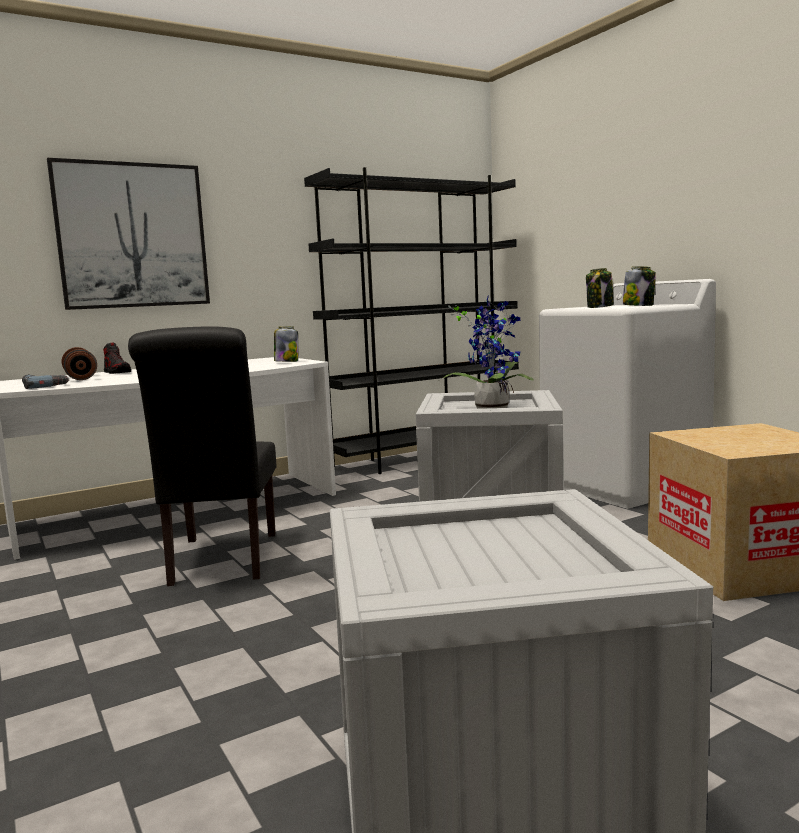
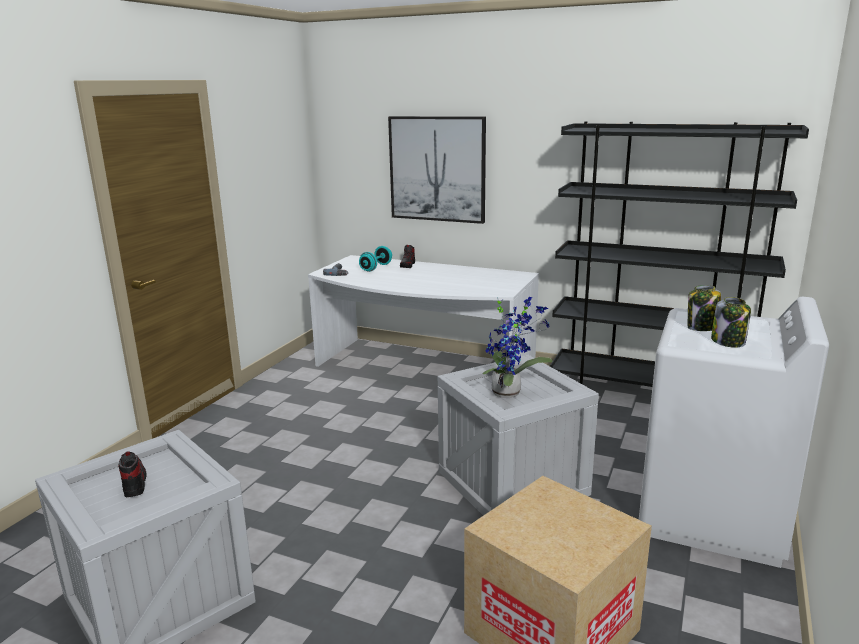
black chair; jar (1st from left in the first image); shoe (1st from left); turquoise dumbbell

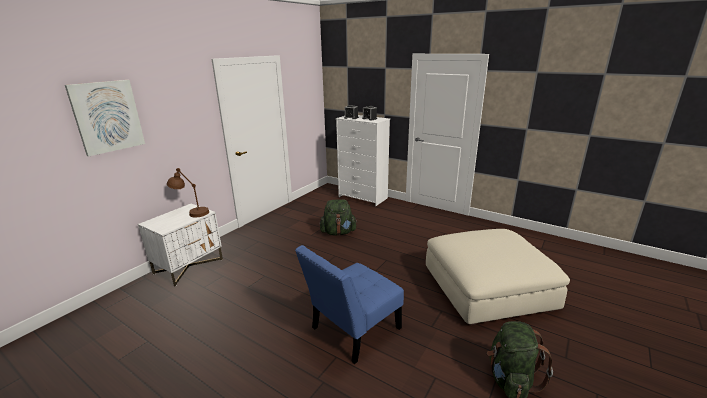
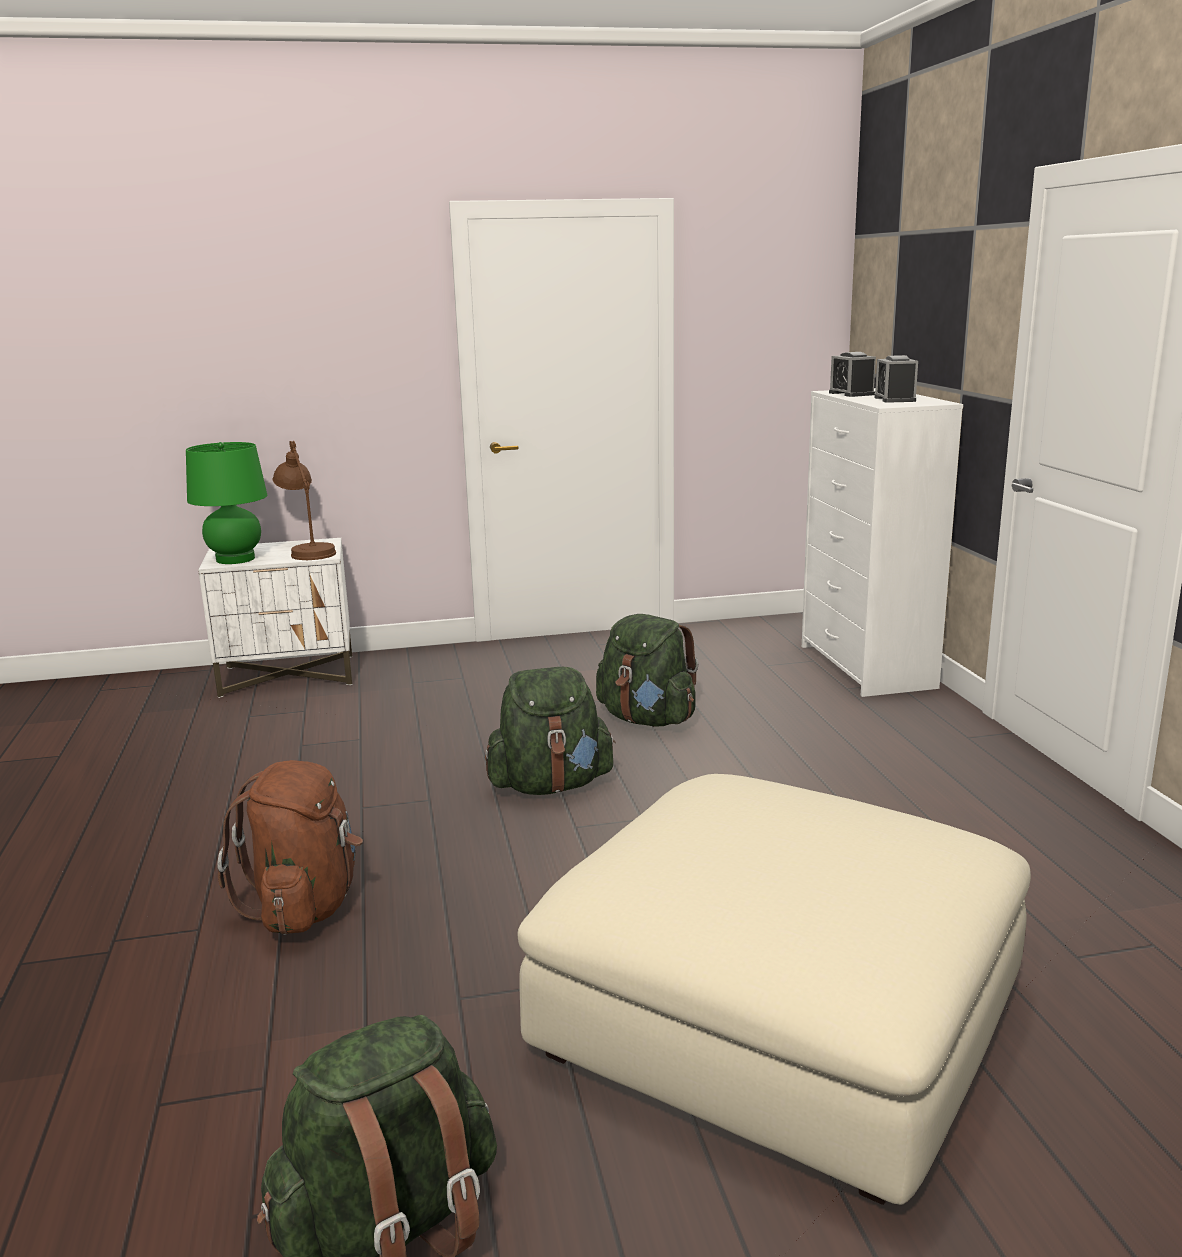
picture; green table lamp; green backpack (2nd from left); brown backpack

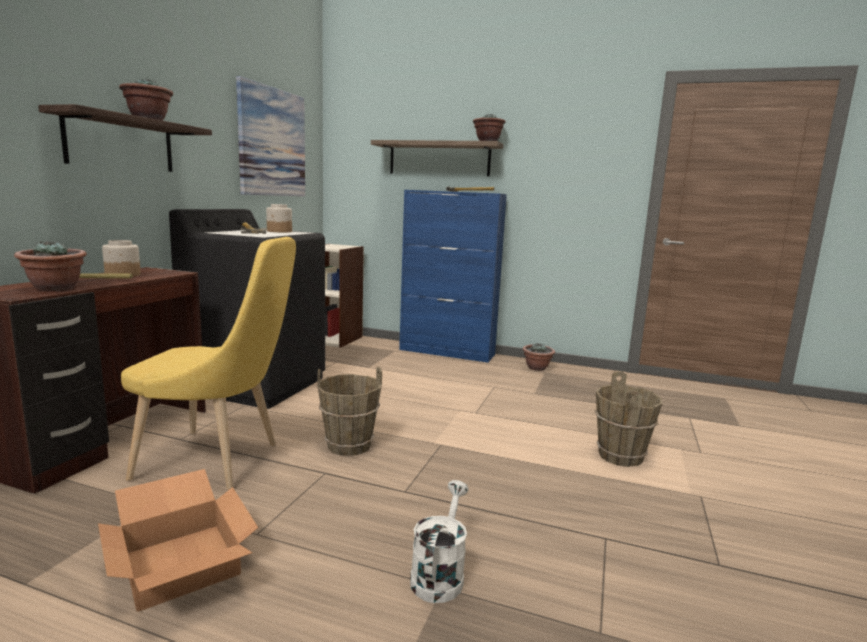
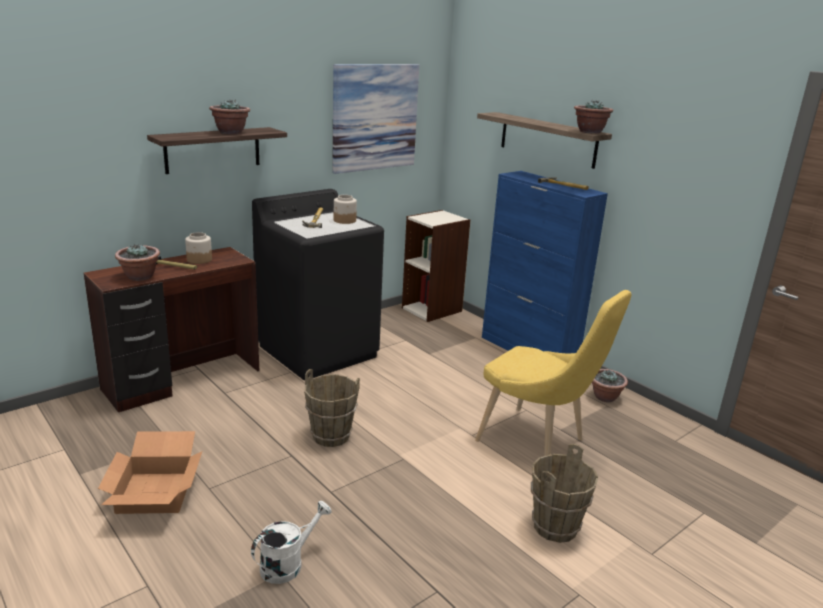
yellow chair

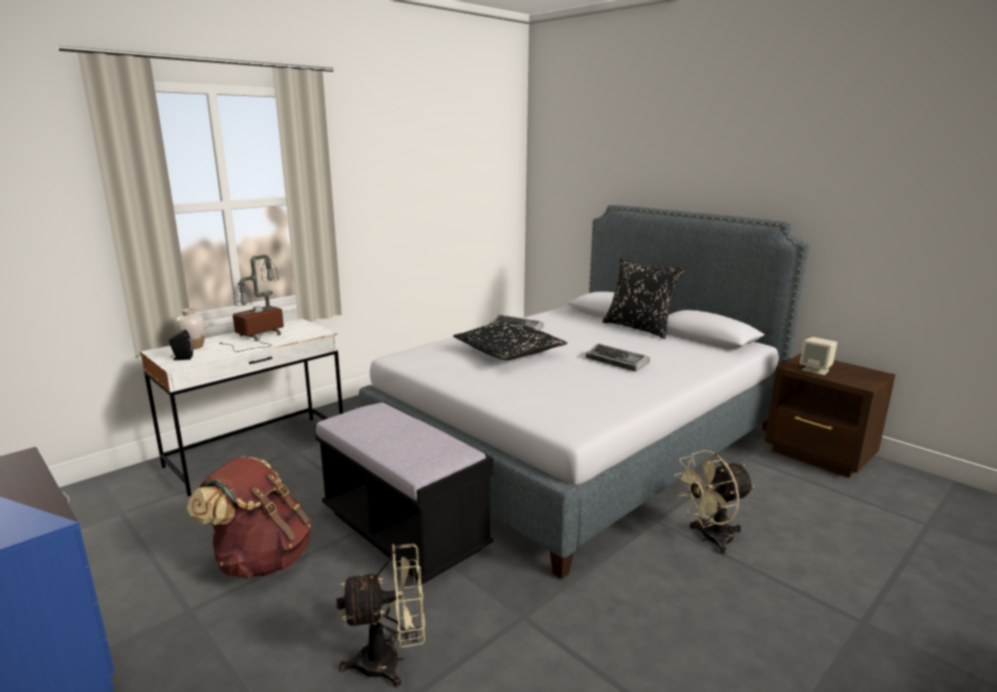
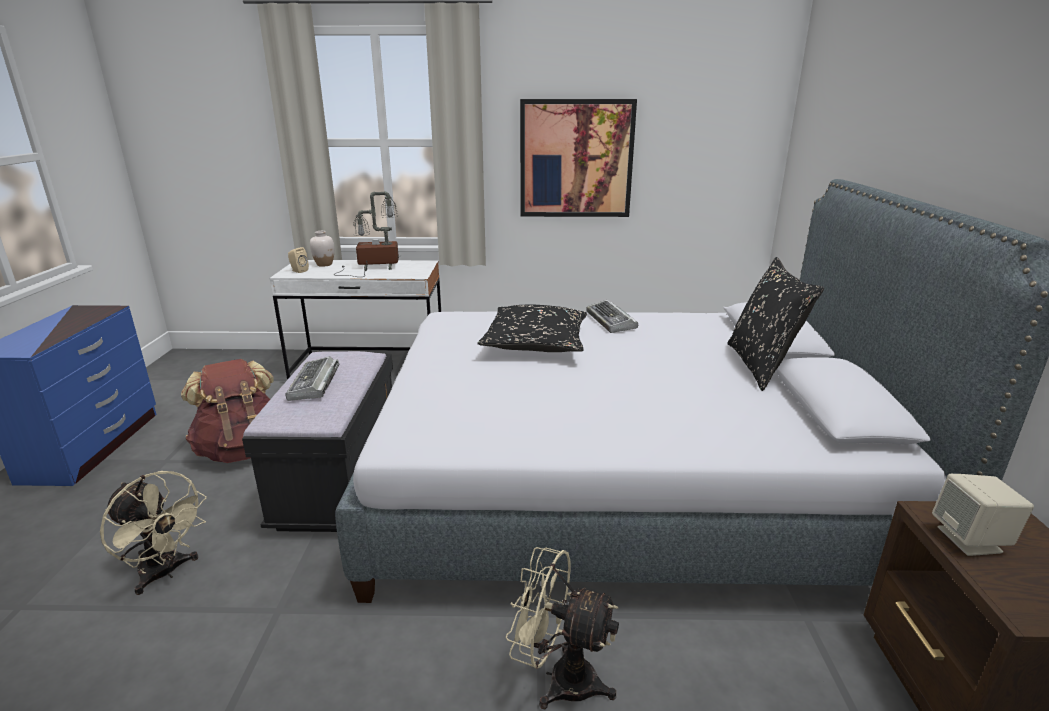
picture; keyboard (1st from left); beige speaker (1st from left)

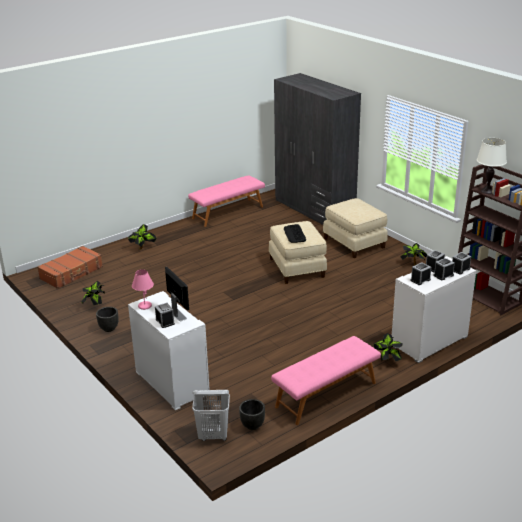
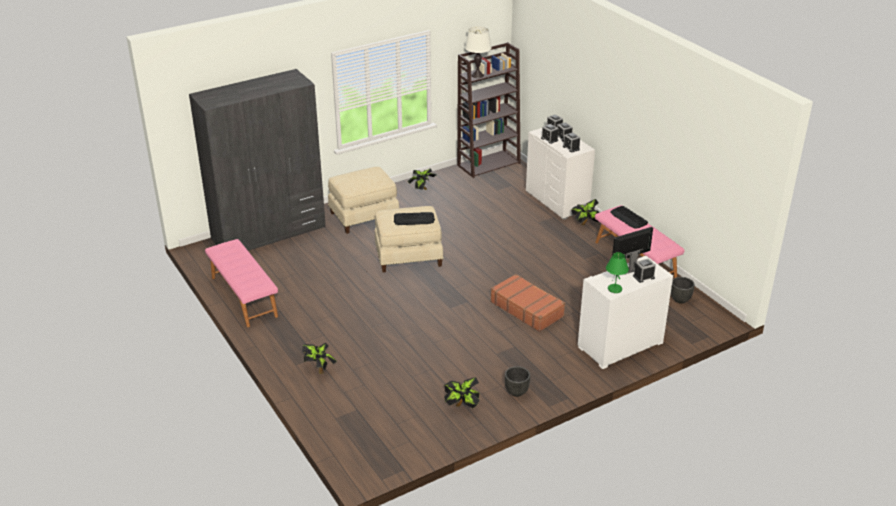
white laundry basket; keyboard (2nd from left); brown suitcase; green table lamp

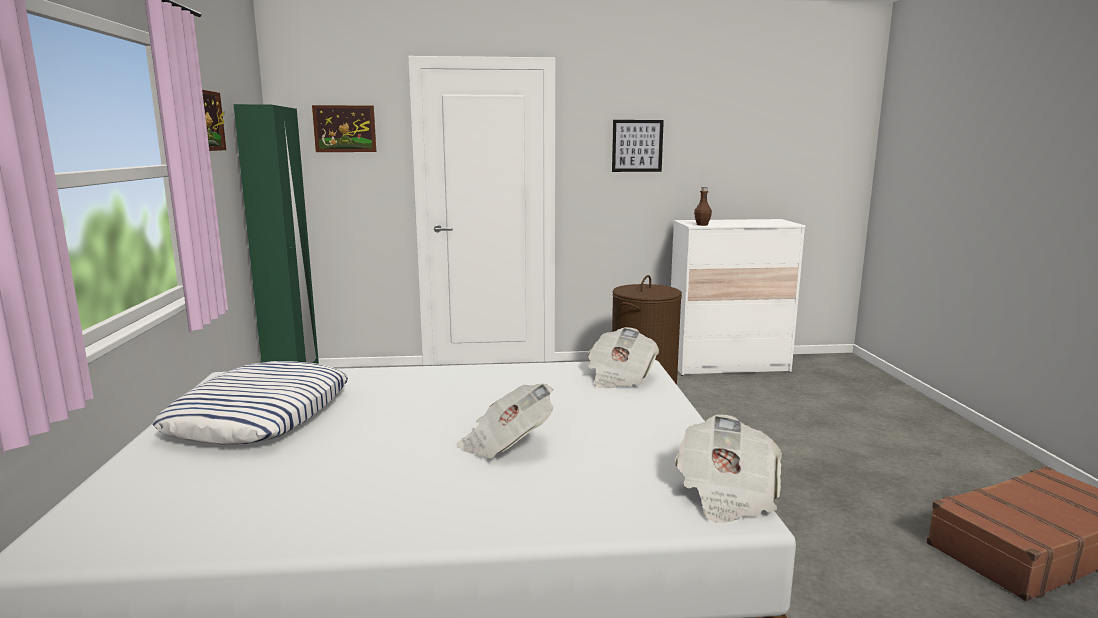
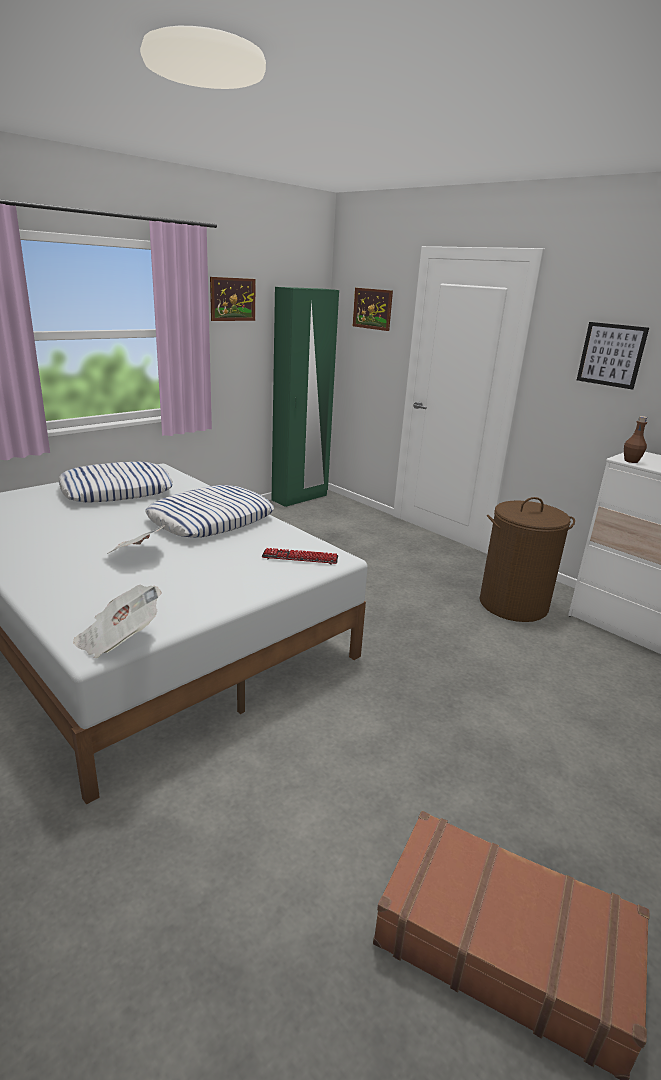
pillow (2nd from left); keyboard

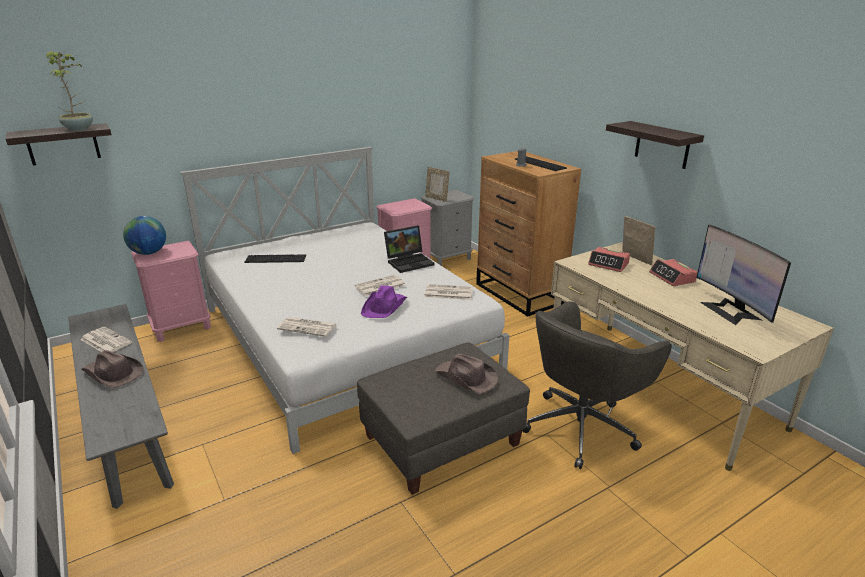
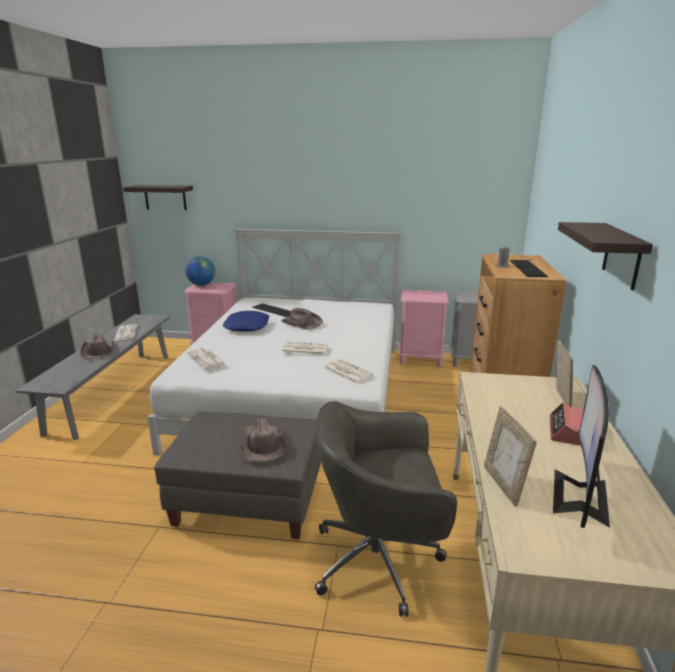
potted plant; purple hat; laptop; alarm clock (1st from left in the first image); blue pillow; brown hat (3rd from left); picture frame (1st from left)

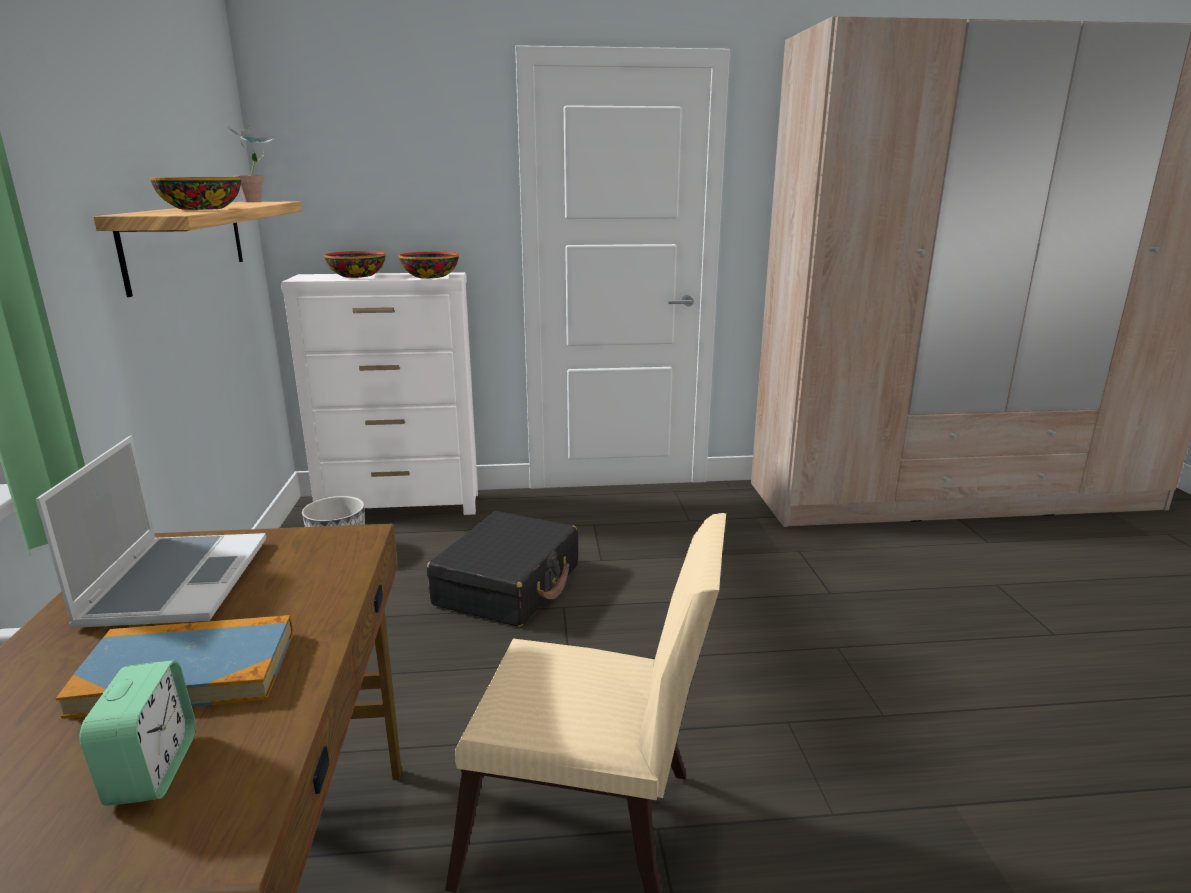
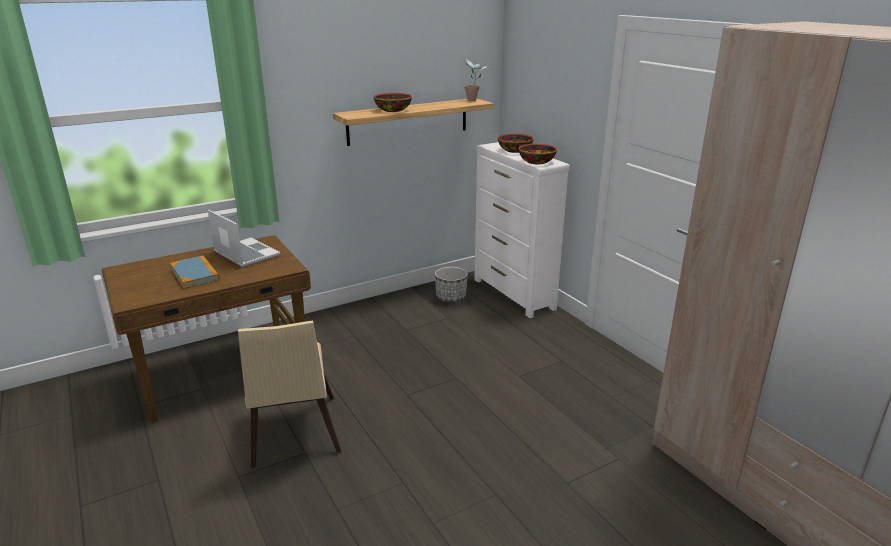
alarm clock; black suitcase; laptop

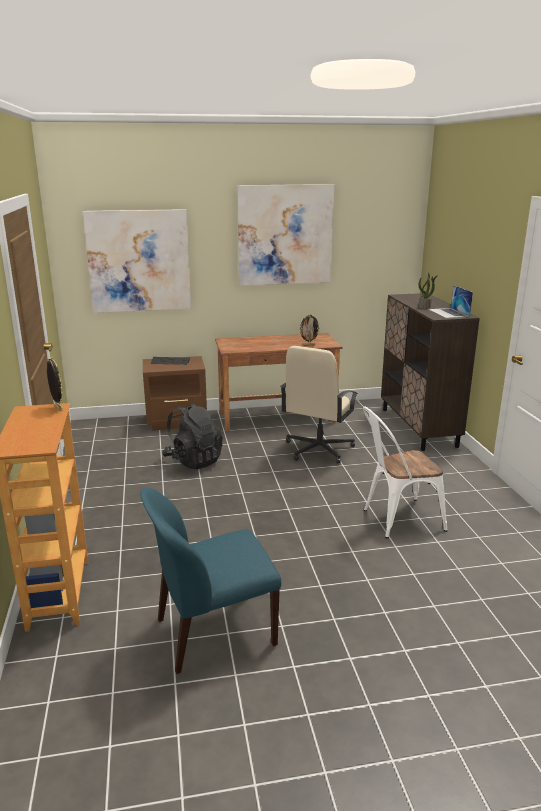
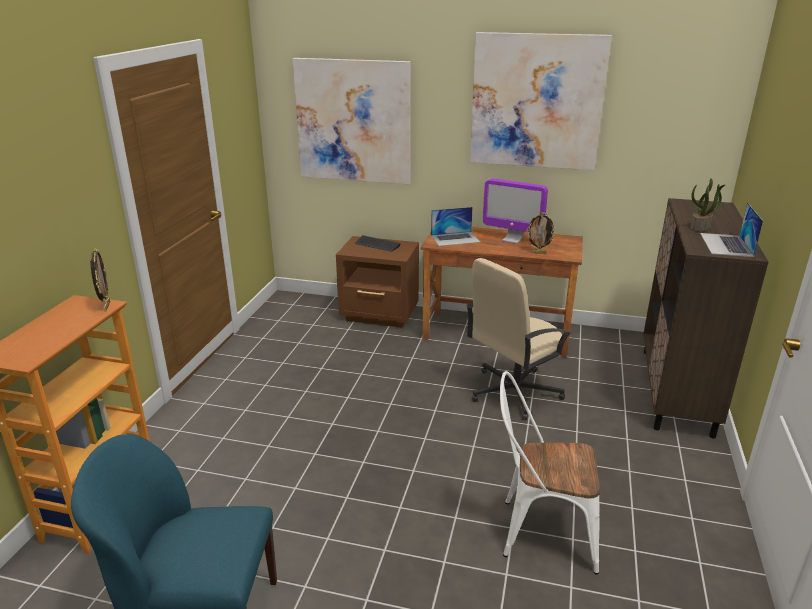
black backpack; laptop (1st from left); monitor

